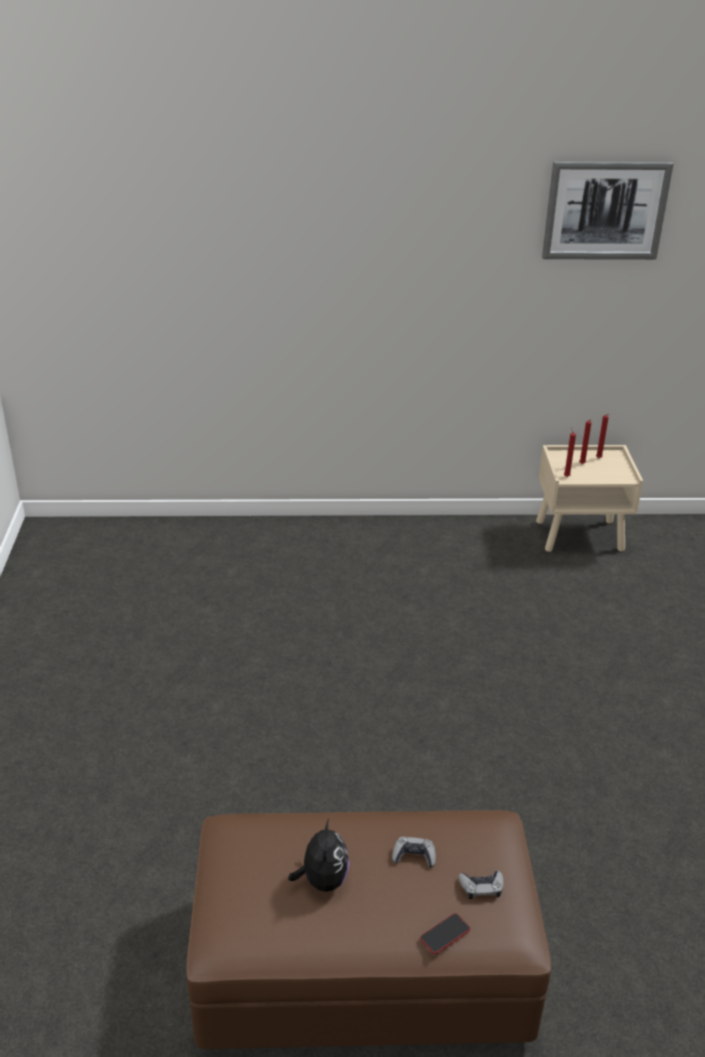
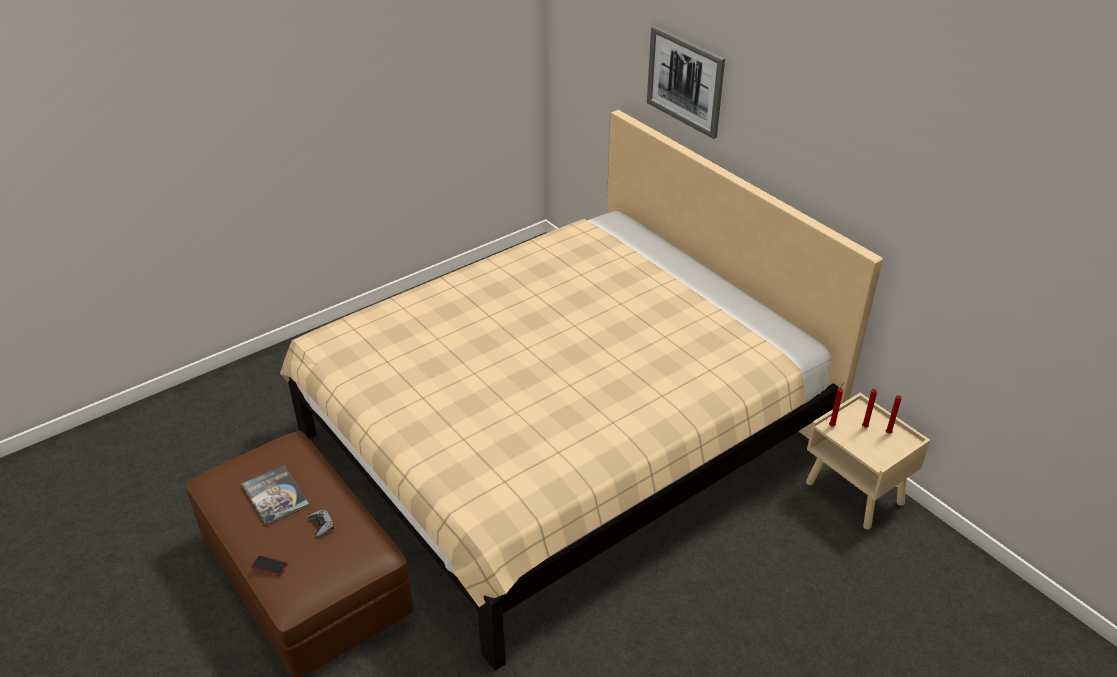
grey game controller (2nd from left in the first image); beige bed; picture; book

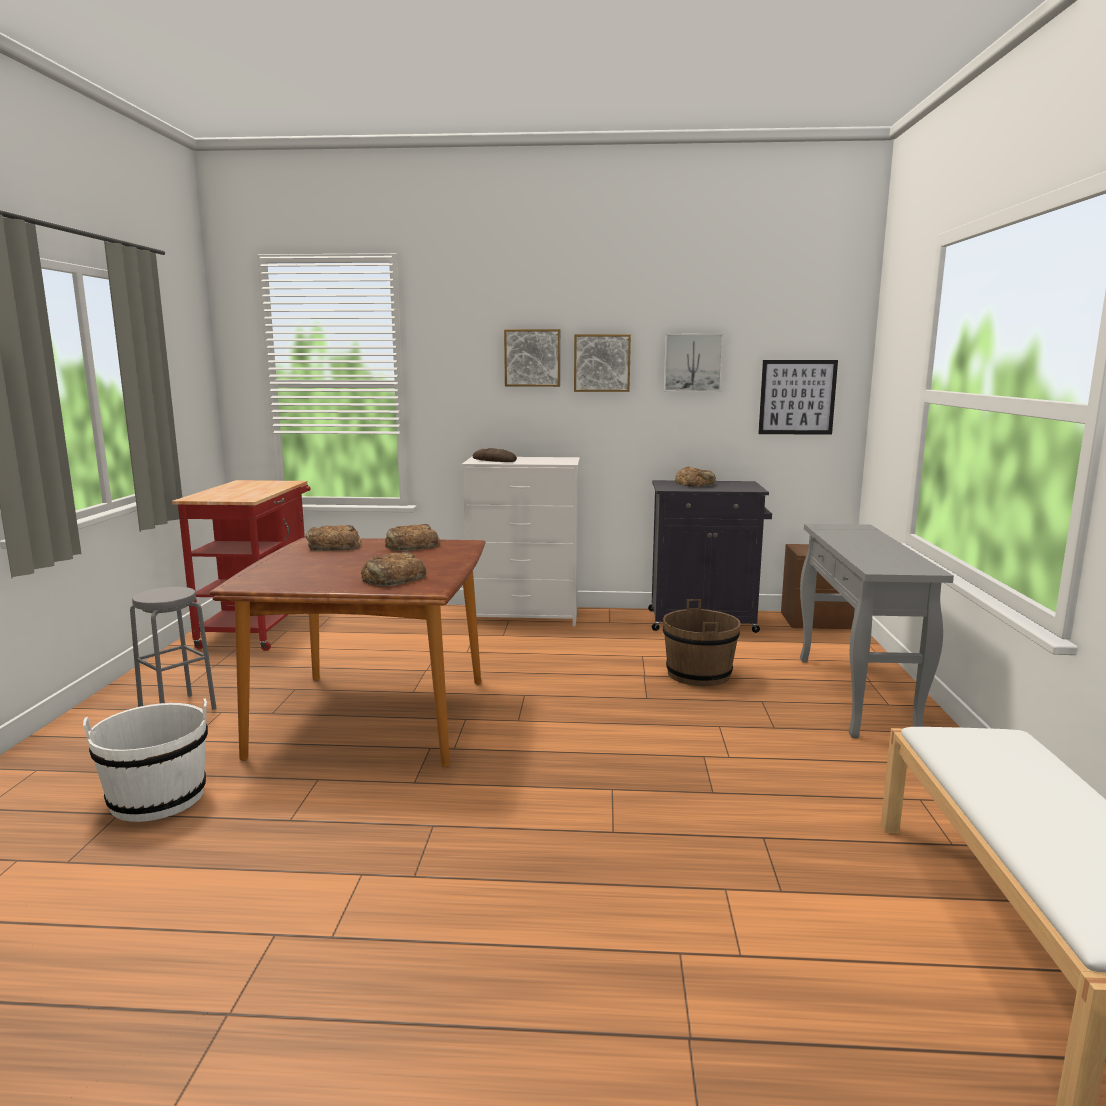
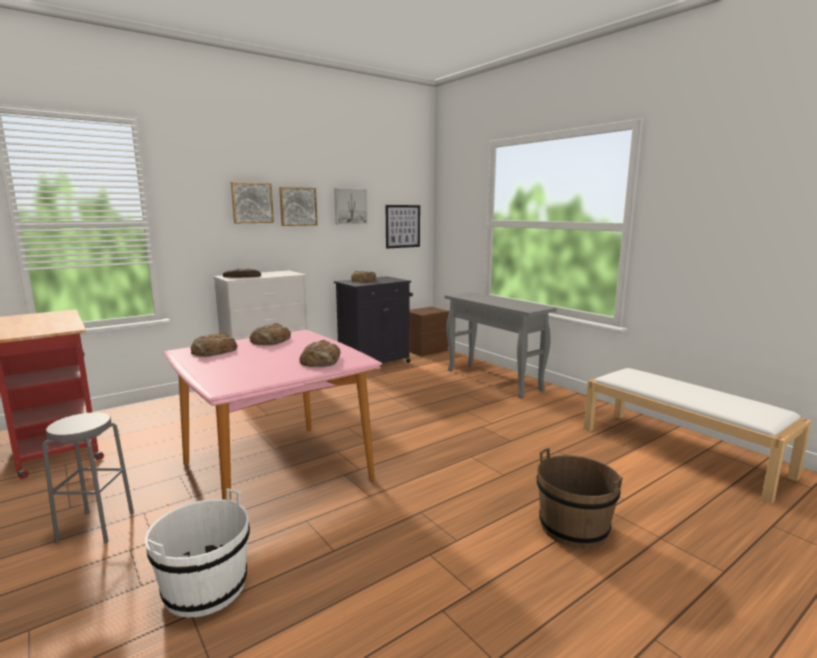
brown bucket; pink dining table

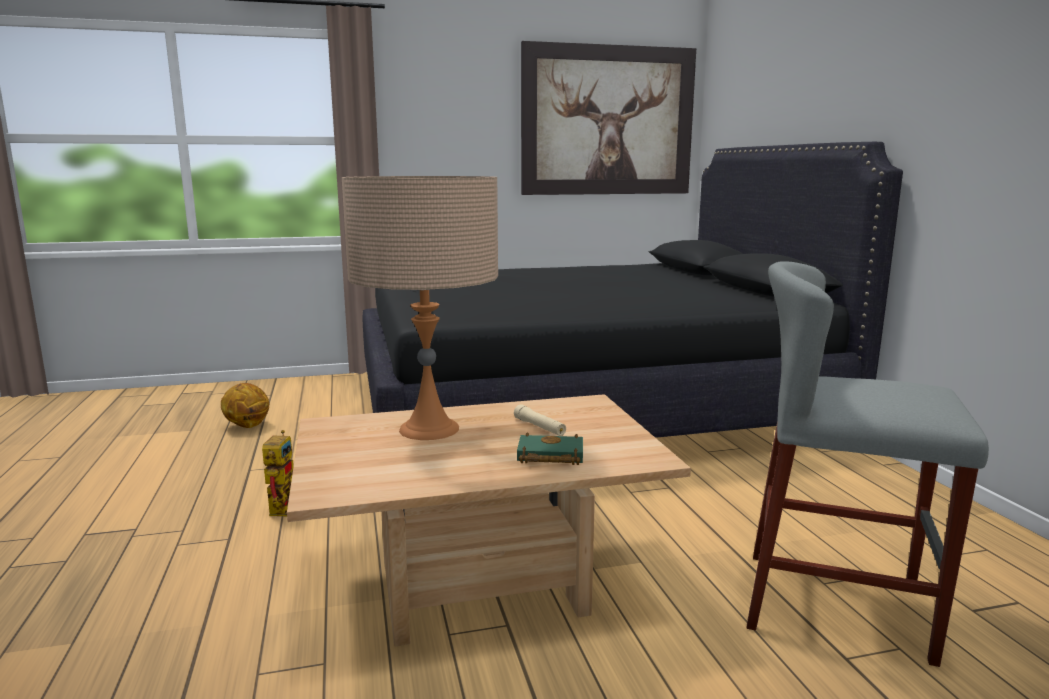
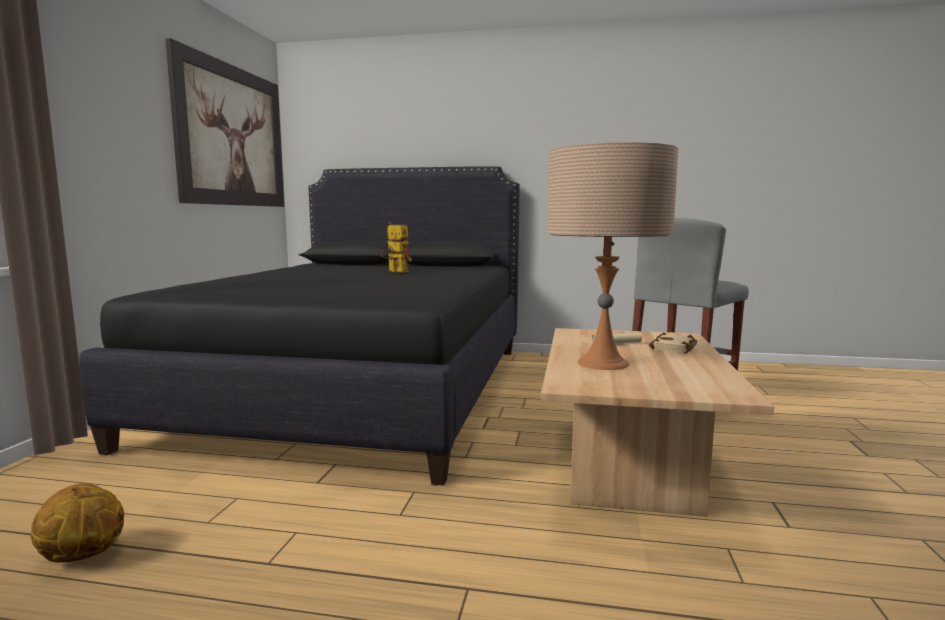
toy robot; beige book

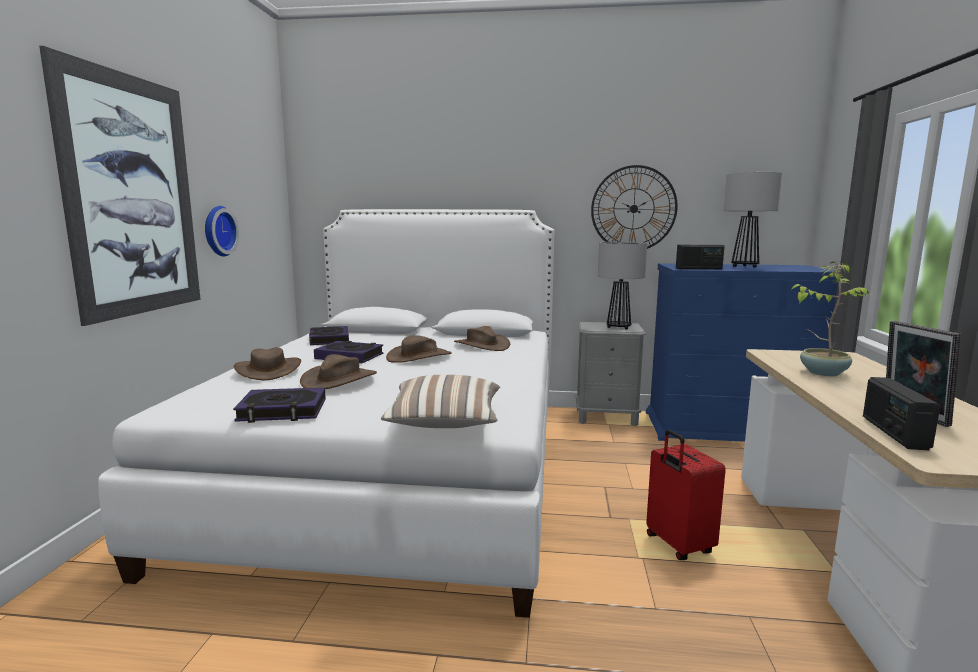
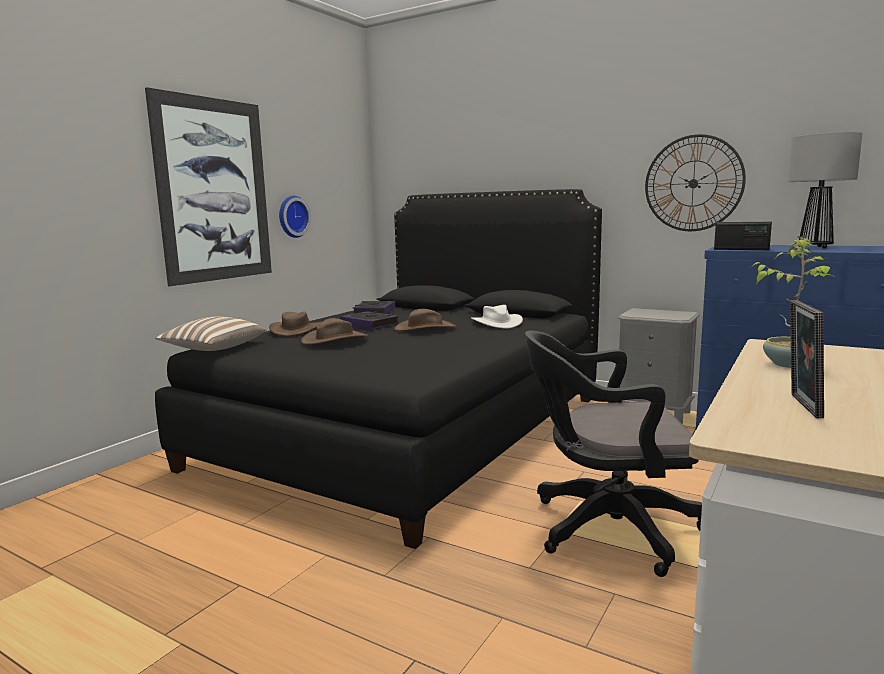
book (1st from left in the first image); table lamp (1st from left in the first image); radio (2nd from left in the first image); pillow; black office chair; black bed; white hat

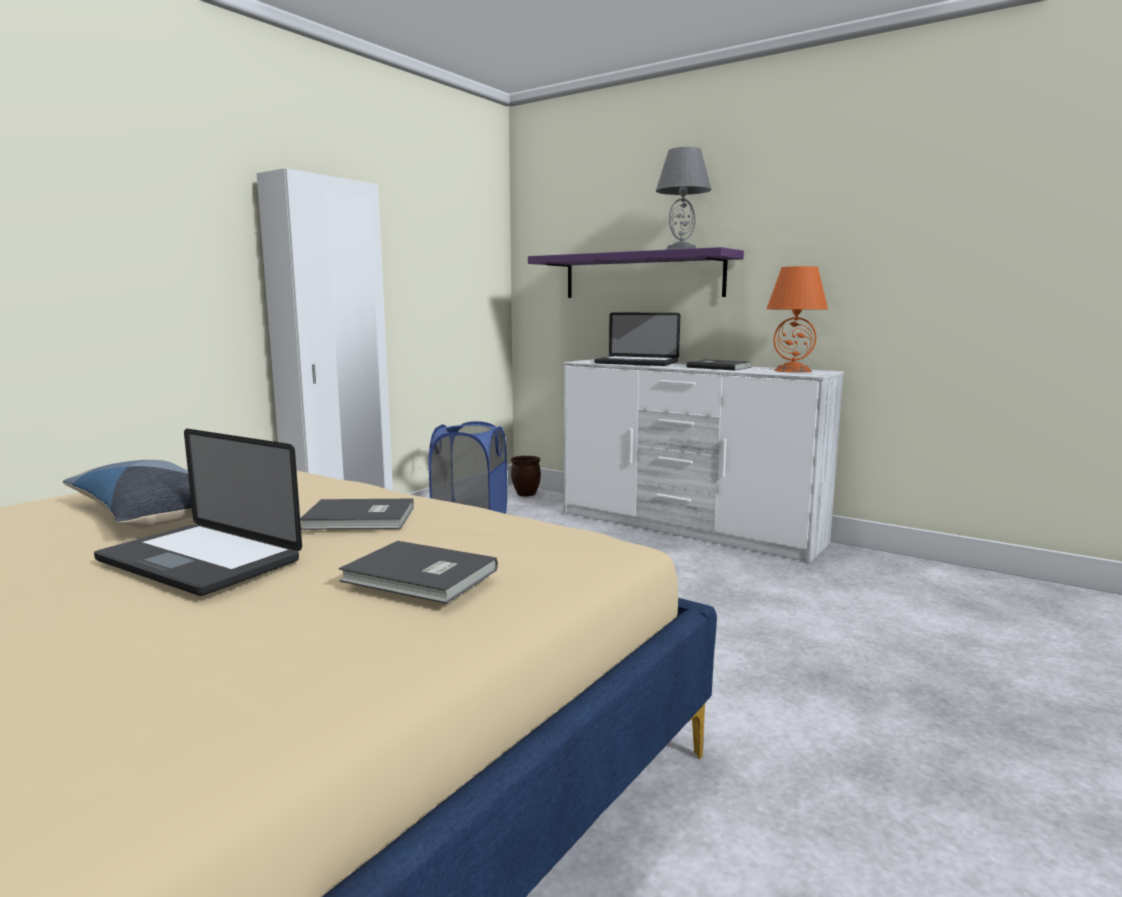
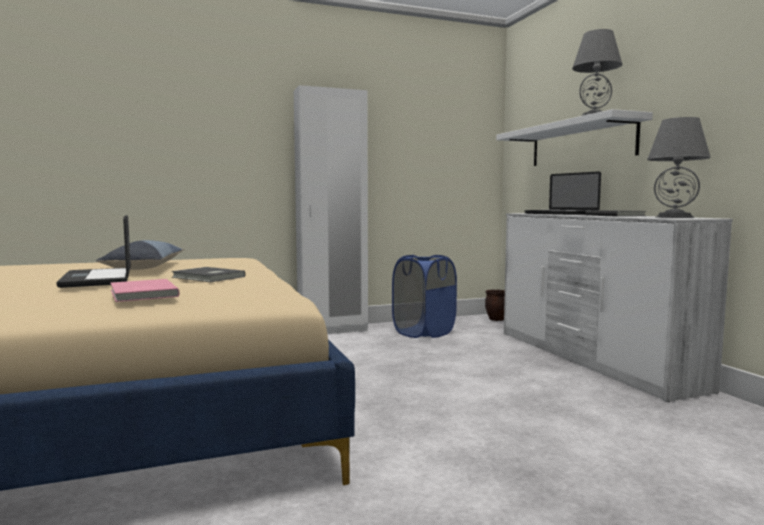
pink book; white shelf; grey table lamp (2nd from left)

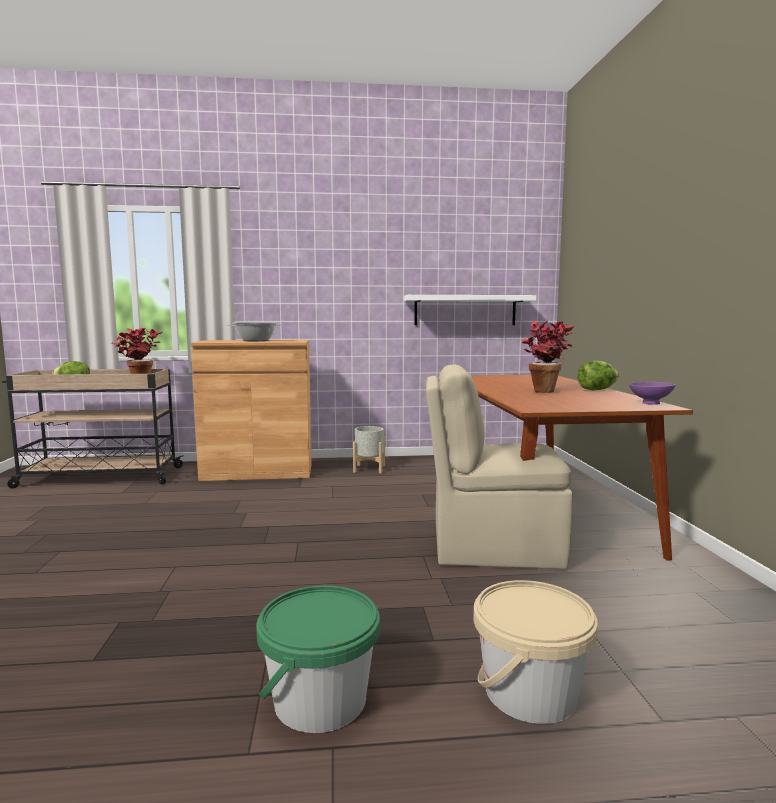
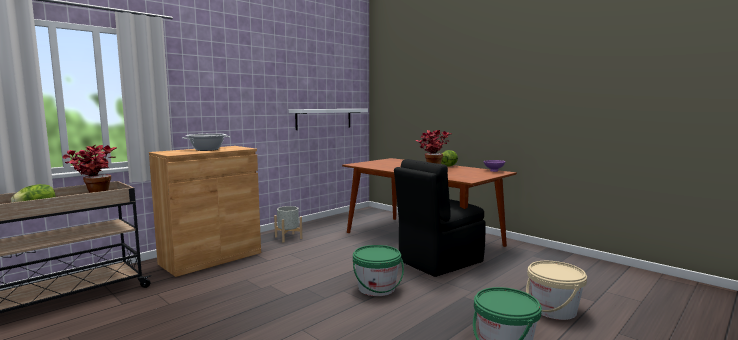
green bucket (1st from left); black chair

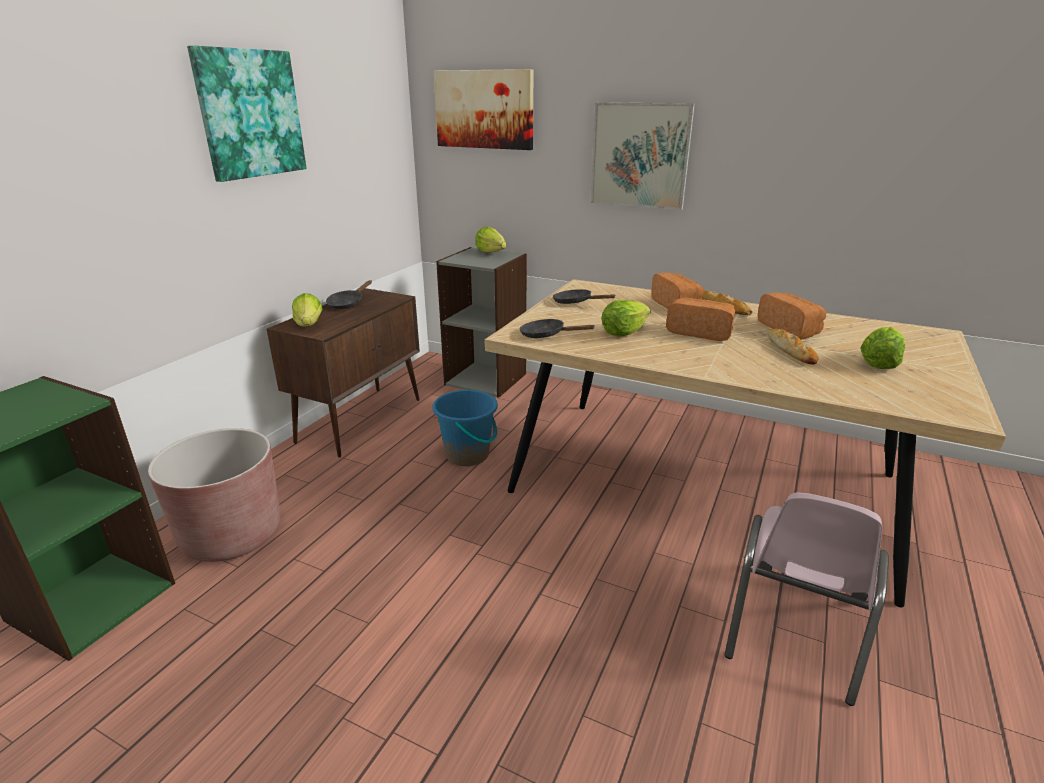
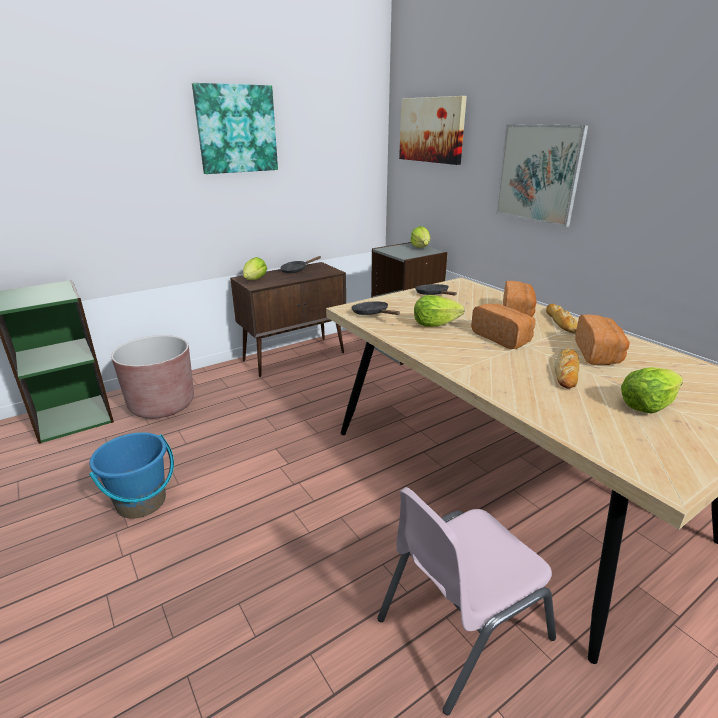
blue bucket

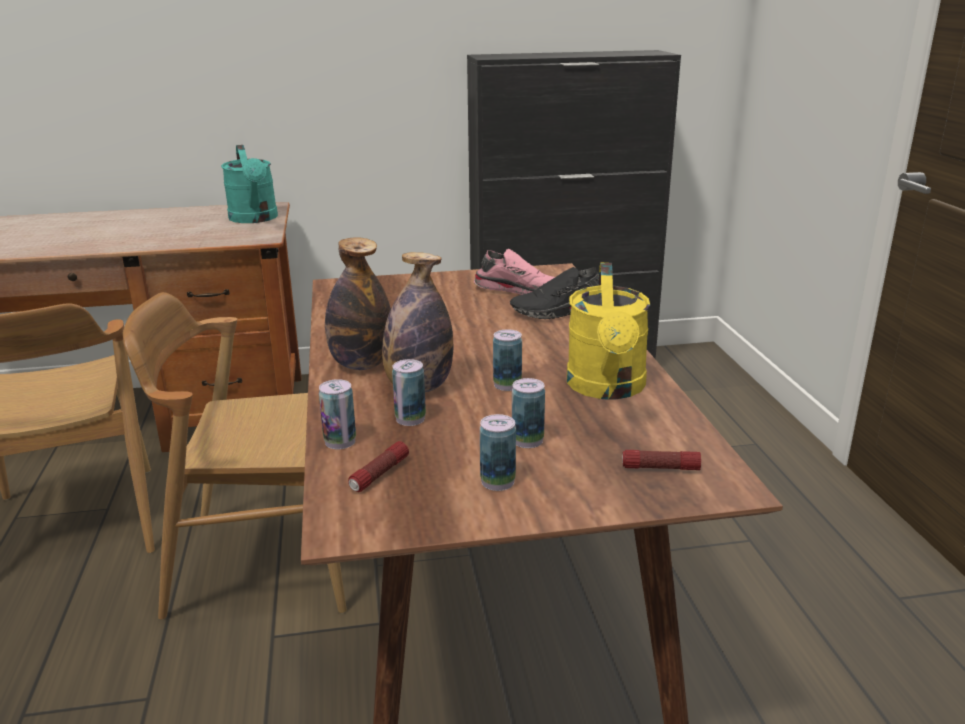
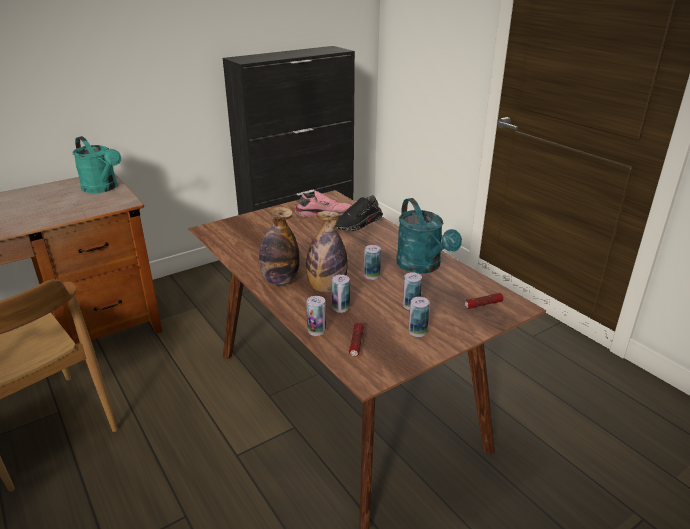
brown chair (2nd from left in the first image); turquoise watering can (2nd from left)

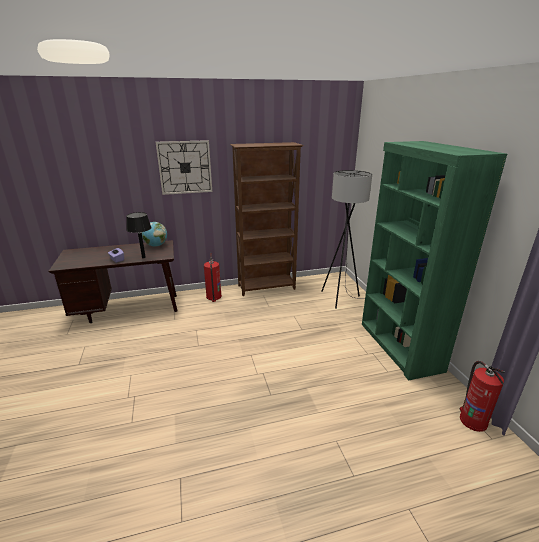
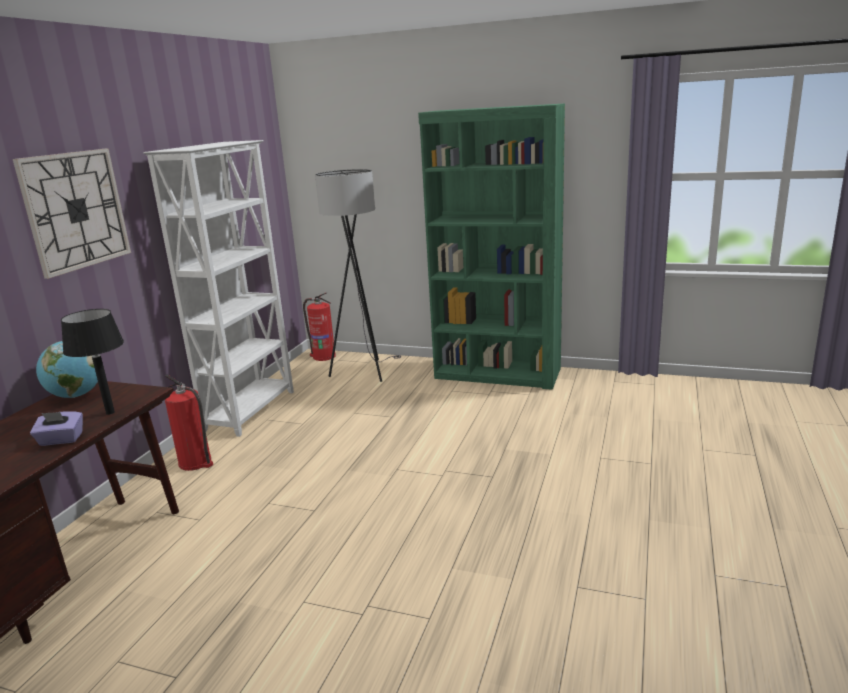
fire extinguisher (2nd from left); white bookcase

